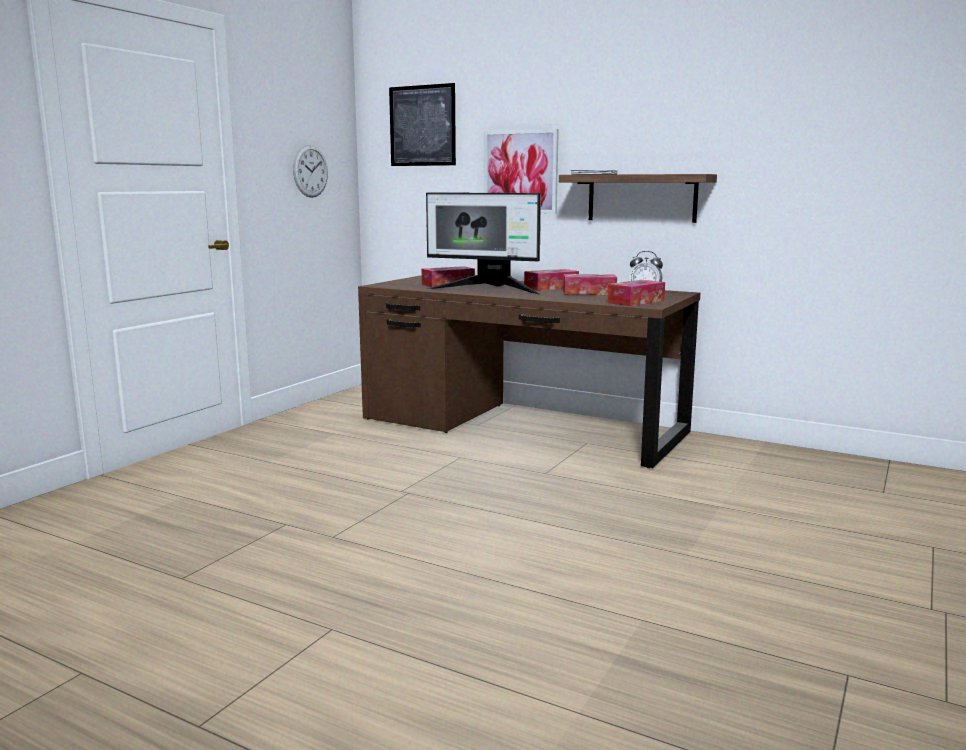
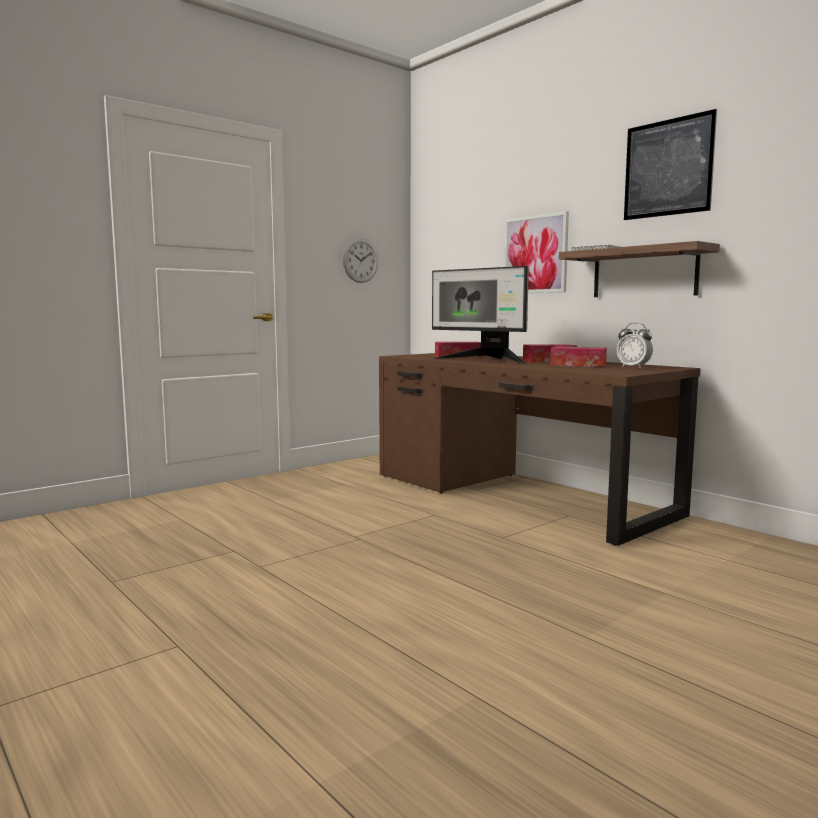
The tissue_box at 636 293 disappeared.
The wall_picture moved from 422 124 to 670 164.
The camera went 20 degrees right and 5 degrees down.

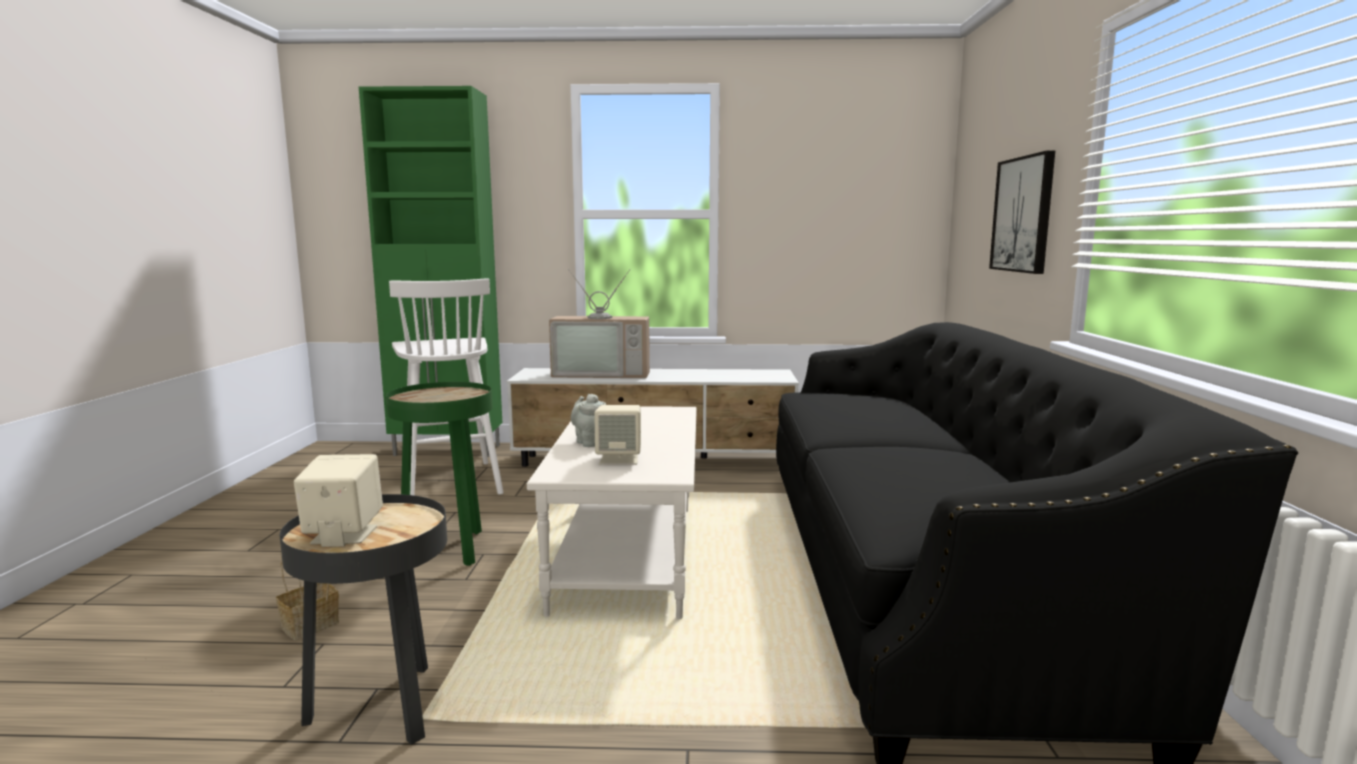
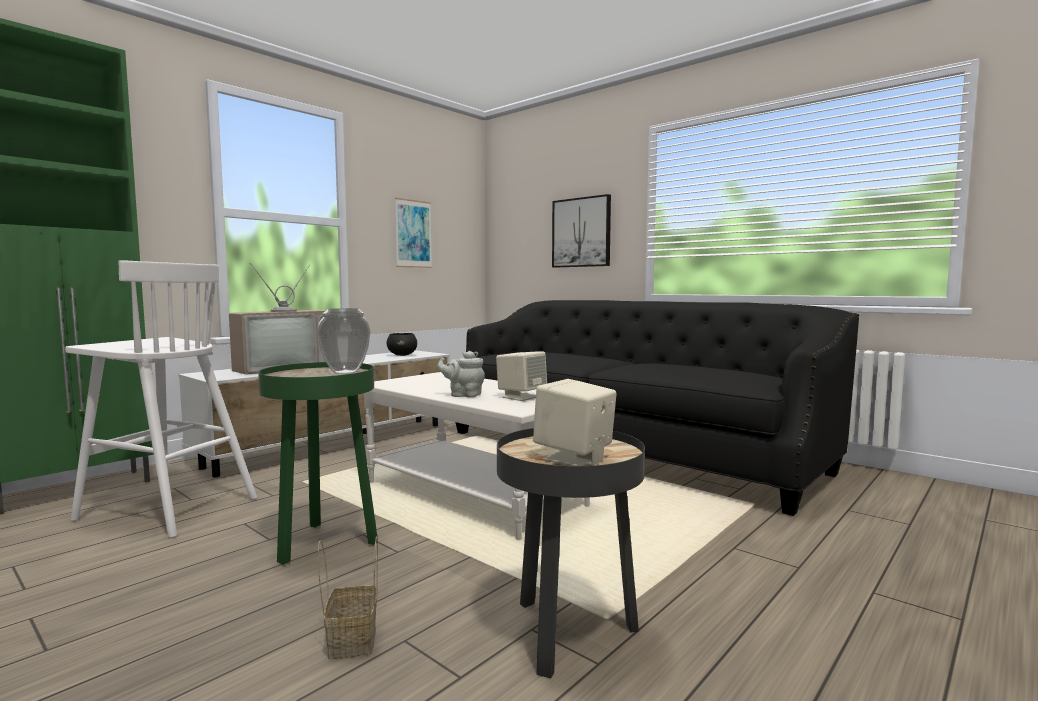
The decorative_vase at 344 341 appeared.
The black-coloured_serving_bowl at 402 344 appeared.
The wall_picture at 413 233 appeared.
The camera went 50 degrees left and 5 degrees down.

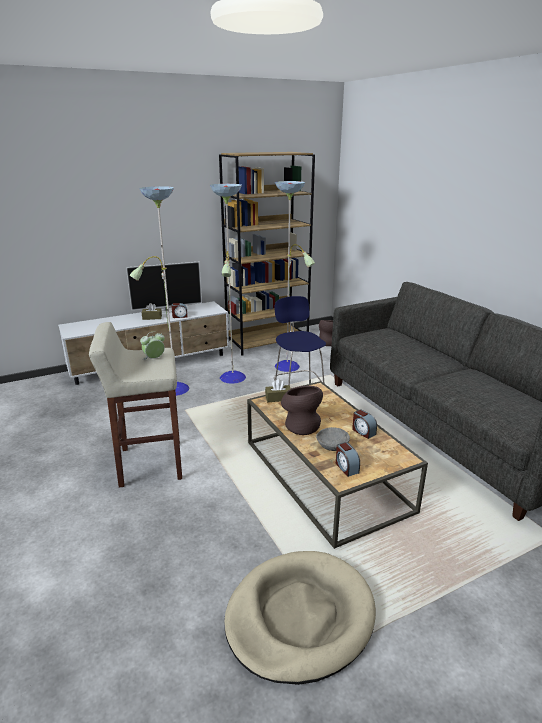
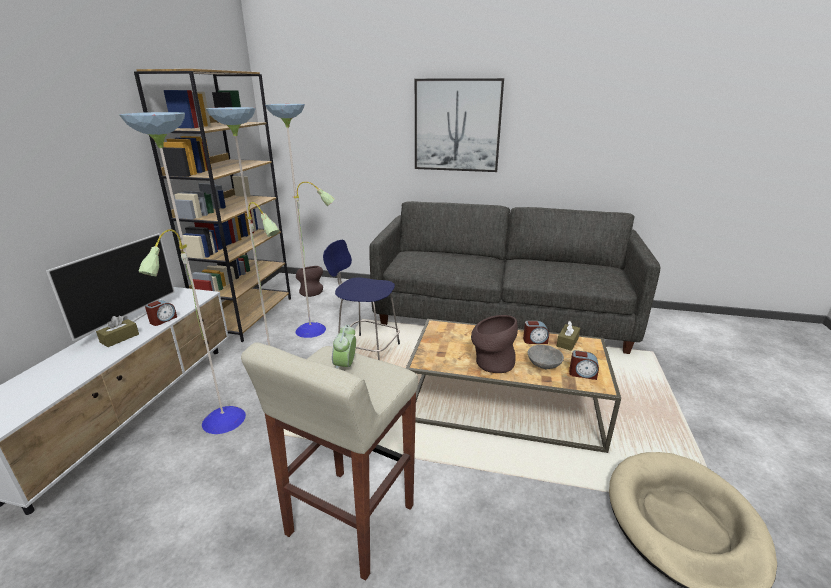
The wall_picture at 459 125 appeared.
The brown_tissue_box moved from 278 390 to 568 336.
The camera went 50 degrees left and 0 degrees up.

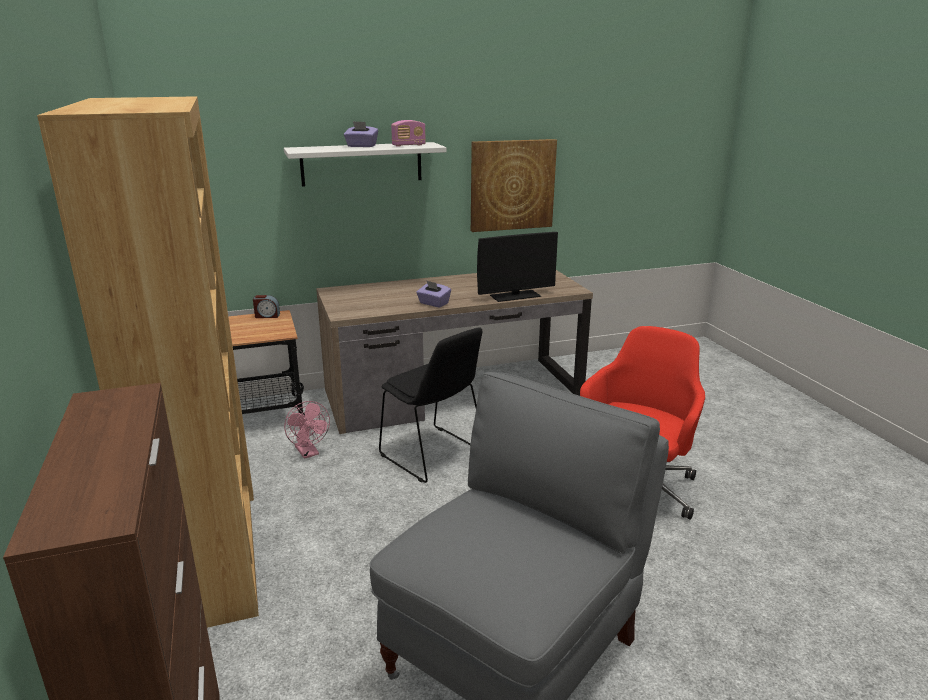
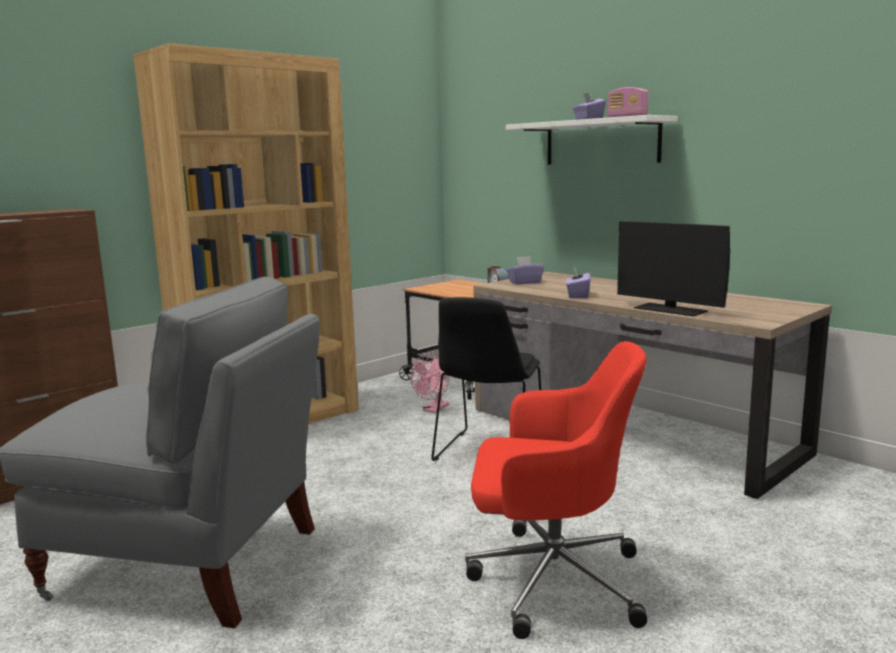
The wall_picture at 514 185 disappeared.
The purple_tissue_box at 525 270 appeared.
The camera went 65 degrees right and 10 degrees down.

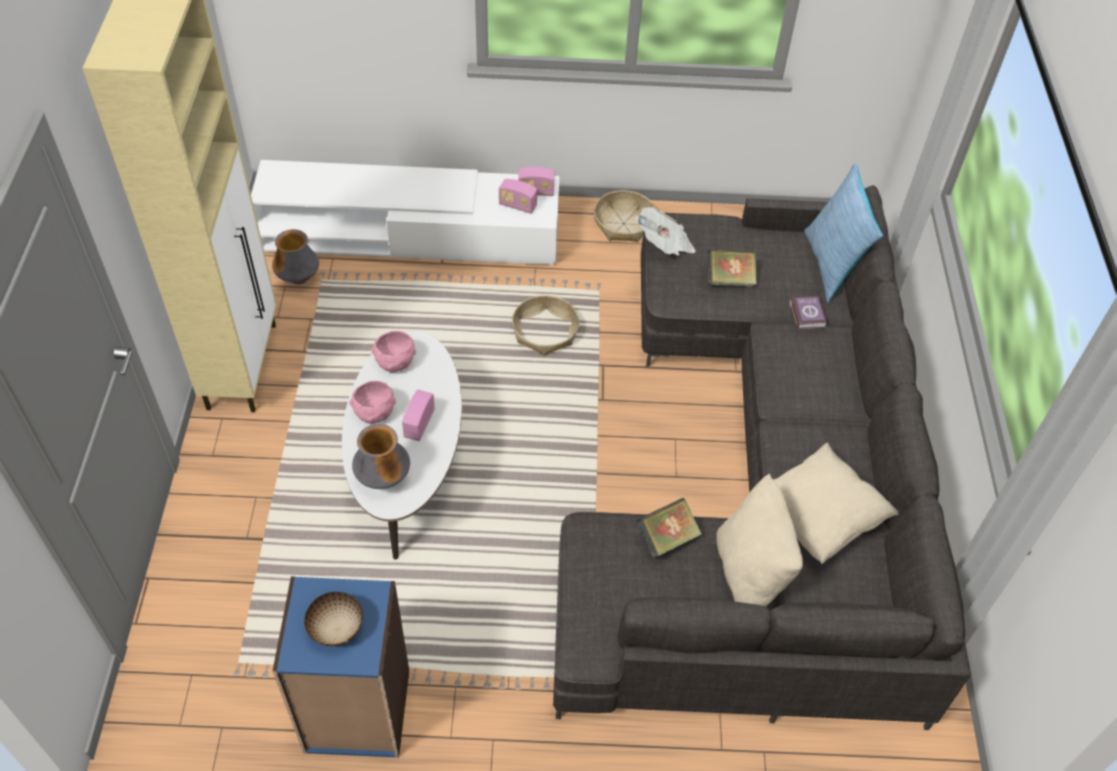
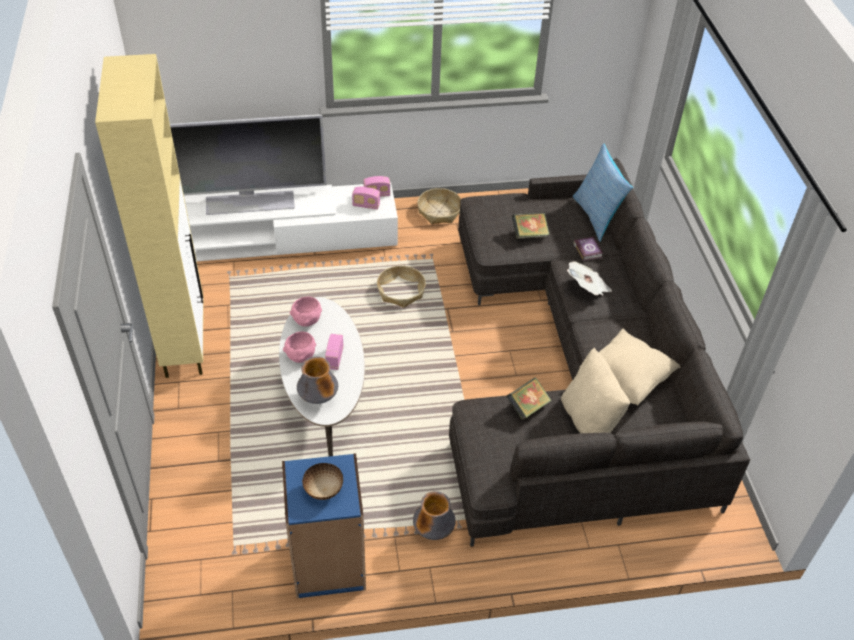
The TV at 248 164 appeared.
The decorative_vase moved from 295 256 to 434 515.
The daily_paper moved from 665 231 to 589 278.
The camera went 10 degrees left and 5 degrees down.

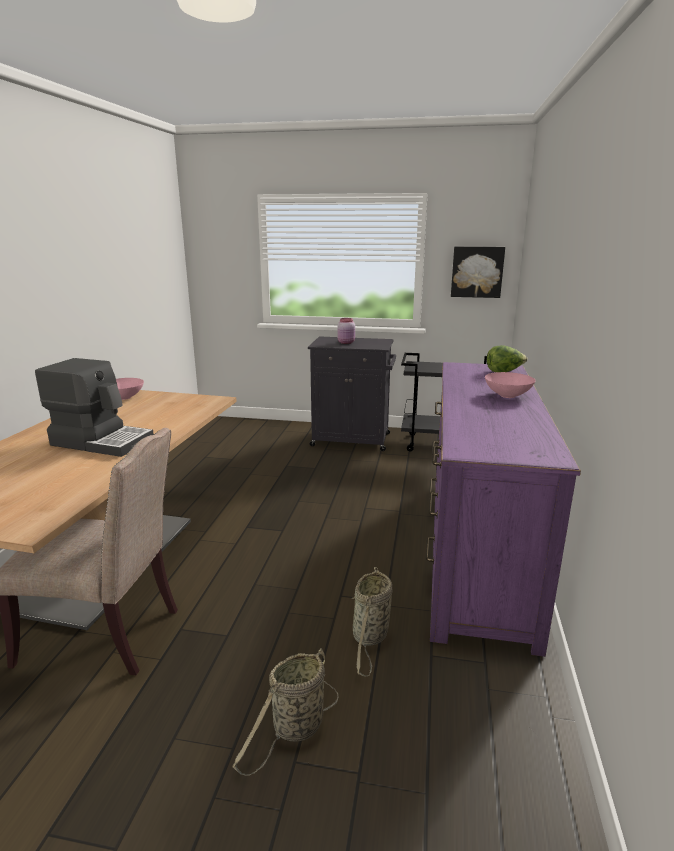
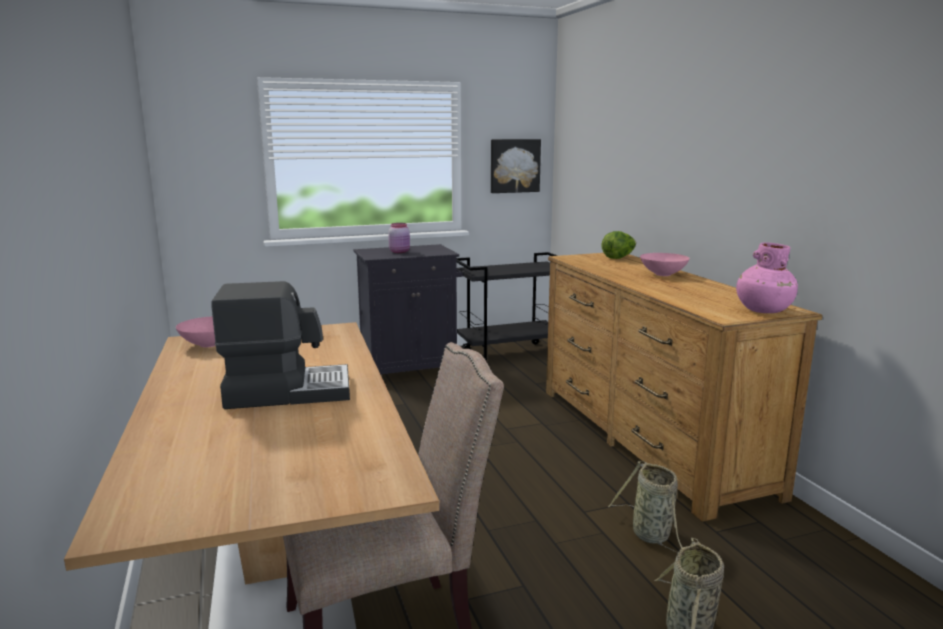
The pink-coloured_decorative_vase at 767 277 appeared.
The purple_dresser at 503 509 became the brown_dresser at 684 387.
The camera went 30 degrees left and 5 degrees down.

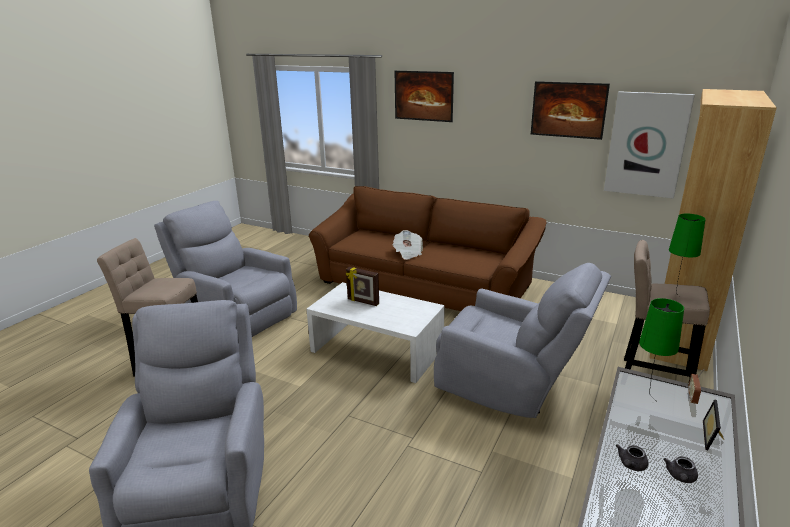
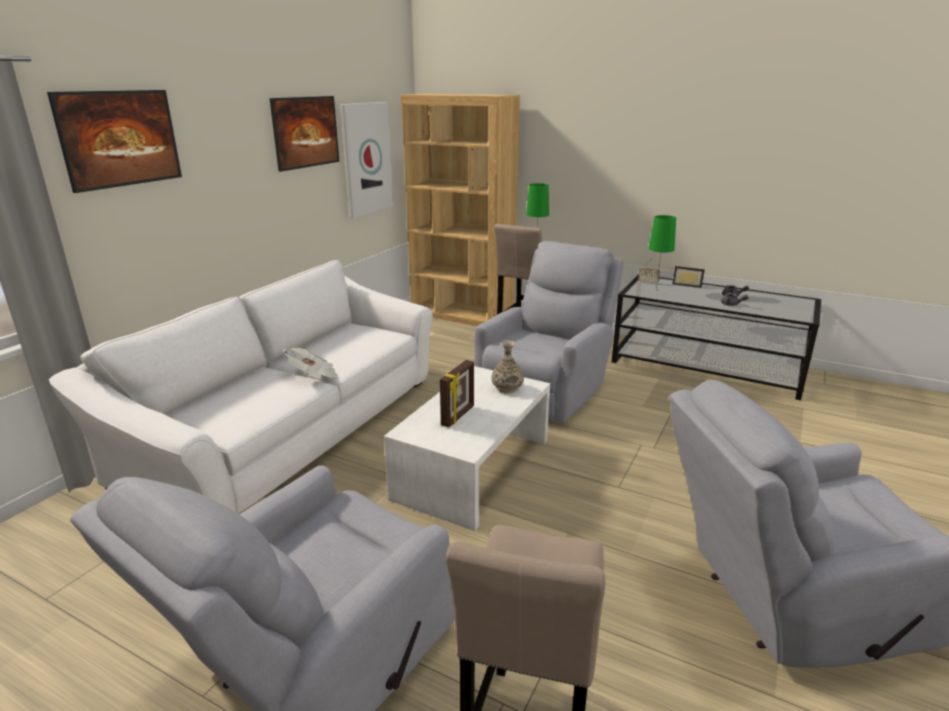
The decorative_vase at 508 366 appeared.
The brown_settee at 427 248 became the white_settee at 241 386.
The camera went 90 degrees left and 0 degrees up.

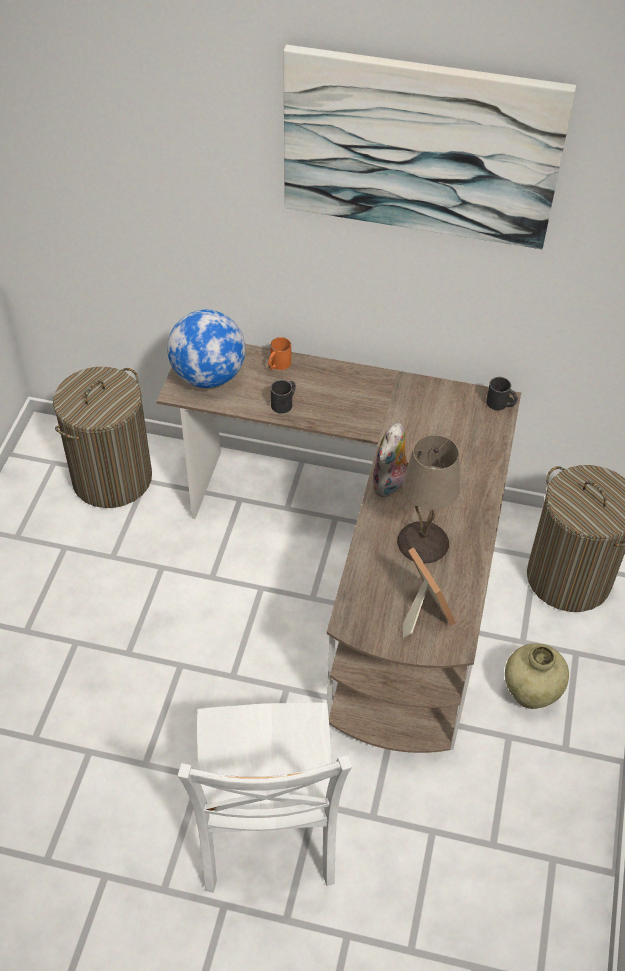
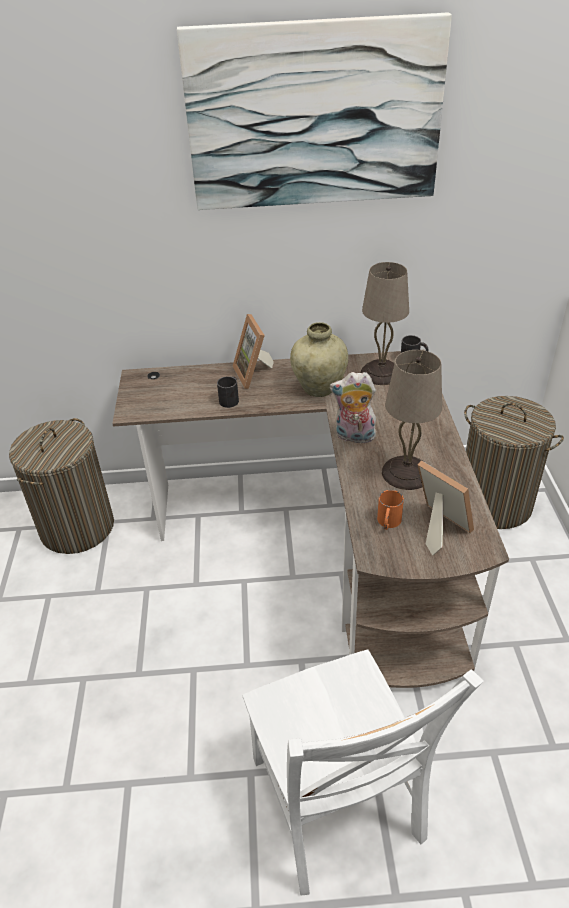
The globe at 206 349 disappeared.
The standing_frame at 253 351 appeared.
The beige-coloured_table_lamp at 385 323 appeared.
The orange_coffee_mug moved from 279 353 to 390 510.
The beige-coloured_decorative_vase moved from 537 676 to 319 359.
The cuddly_toy at 390 460 turned 90 degrees clockwise.
The camera went 15 degrees left and 10 degrees down.

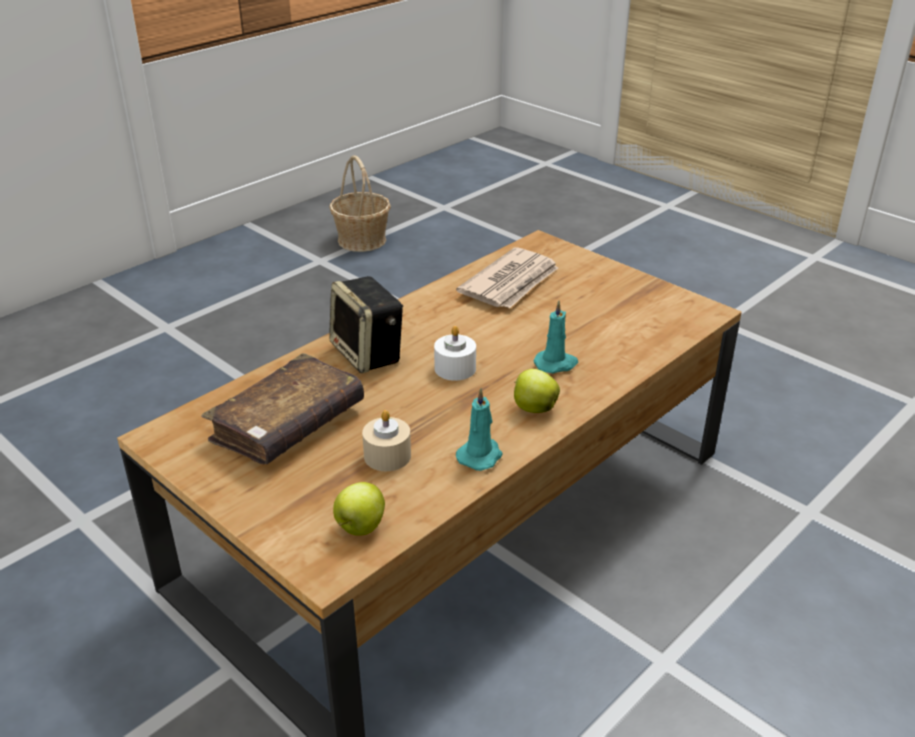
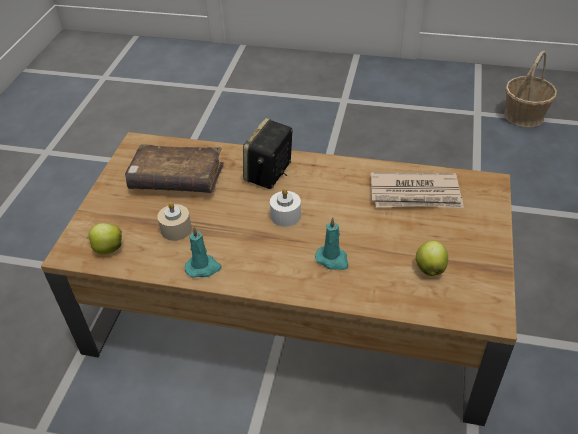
The whole_apple moved from 537 391 to 432 258.
The camera went 60 degrees right and 10 degrees up.

